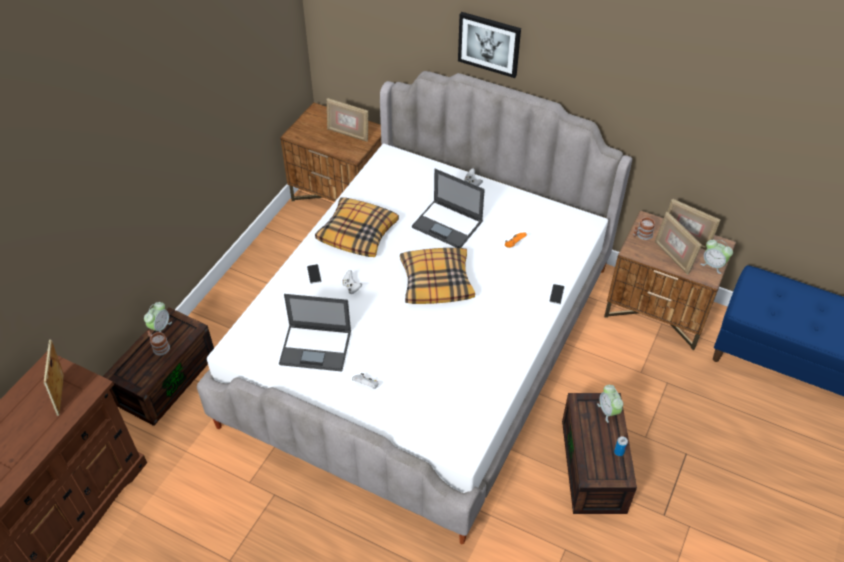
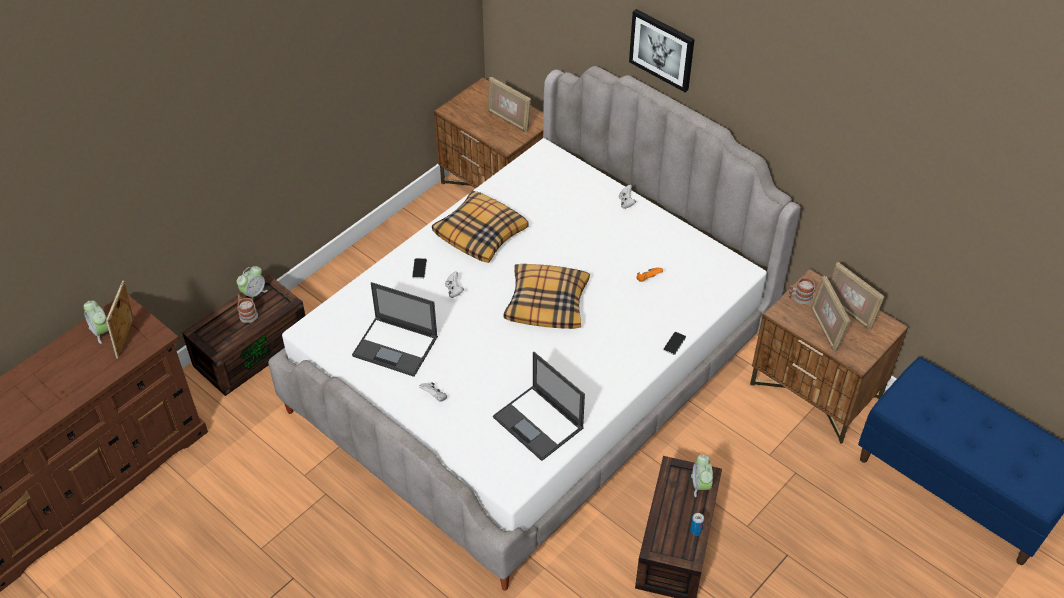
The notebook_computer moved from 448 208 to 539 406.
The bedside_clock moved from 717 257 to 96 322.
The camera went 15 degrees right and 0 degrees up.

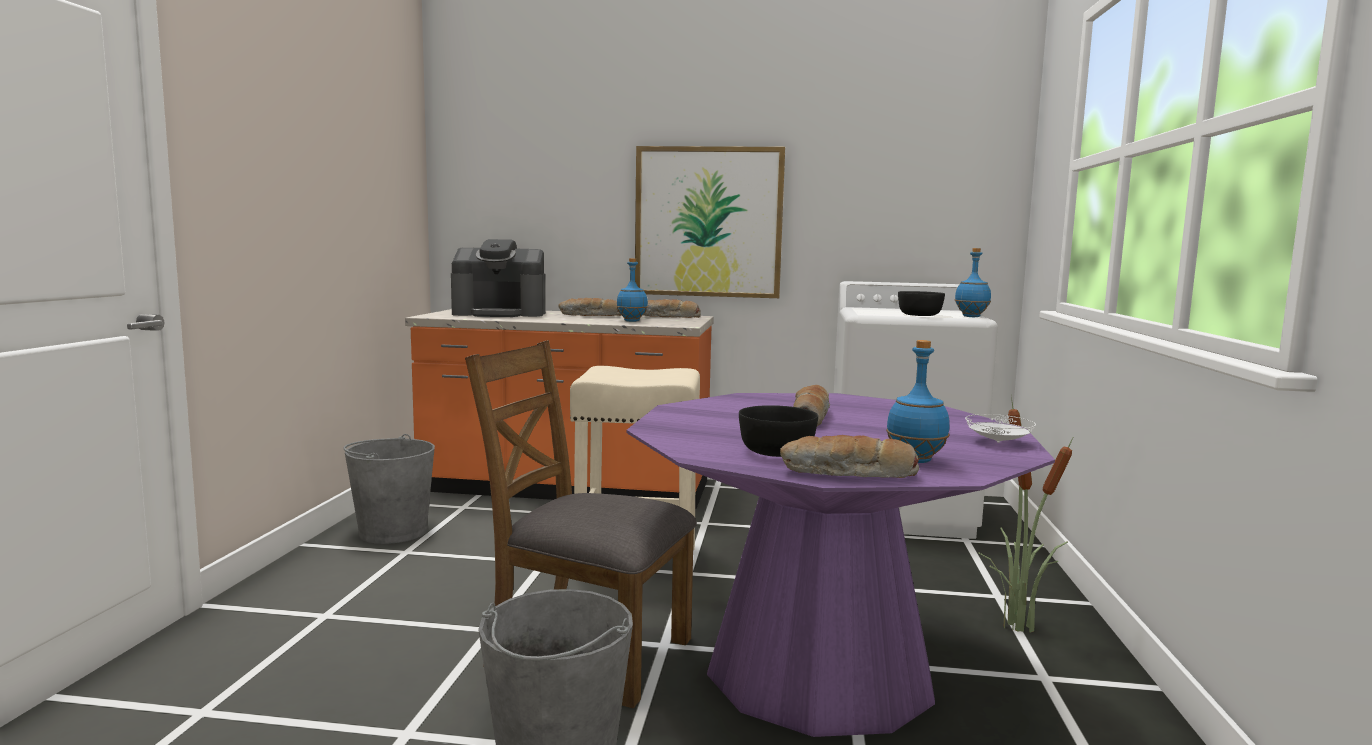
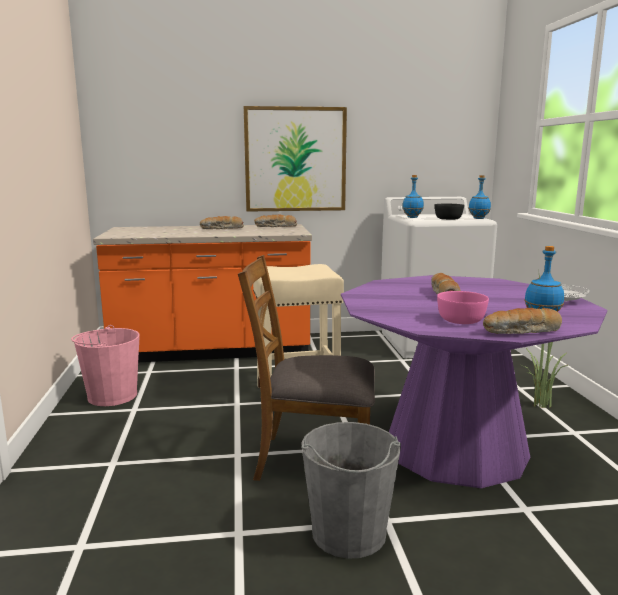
The coffee_maker at 498 278 disappeared.
The blue_bottle moved from 632 290 to 413 196.
The grey_bucket at 389 489 became the pink-coloured_bucket at 105 365.
The black-coloured_serving_bowl at 778 431 became the pink-coloured_serving_bowl at 463 307.
The camera went 15 degrees left and 5 degrees up.

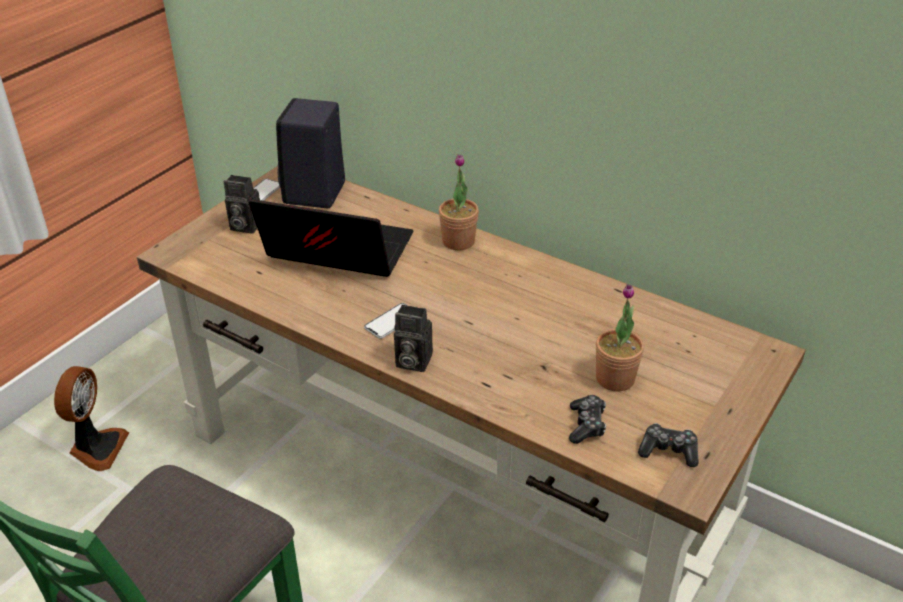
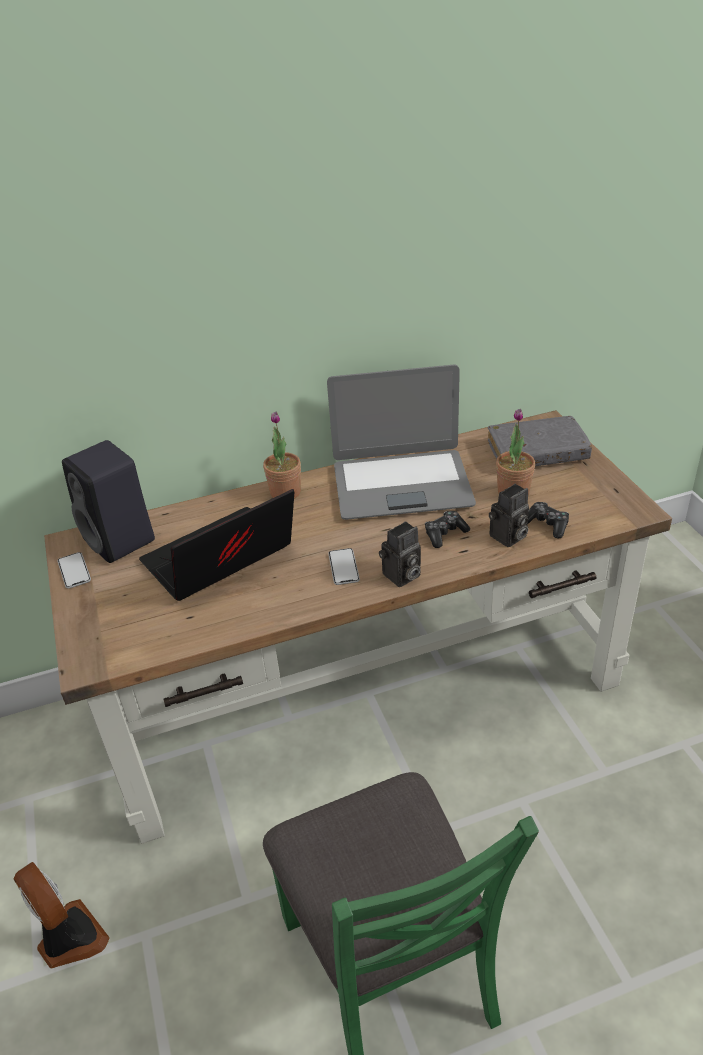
The notebook_computer at 401 442 appeared.
The grey_volume at 540 441 appeared.
The photo_camera moved from 242 204 to 509 515.
The gamepad moved from 668 445 to 447 529.
The camera went 50 degrees left and 0 degrees up.

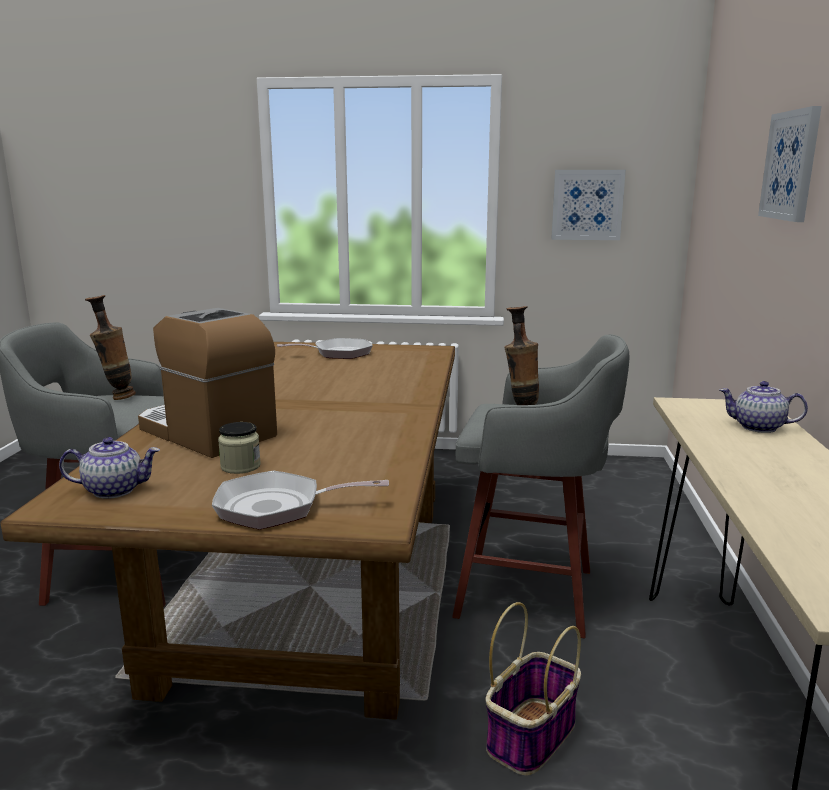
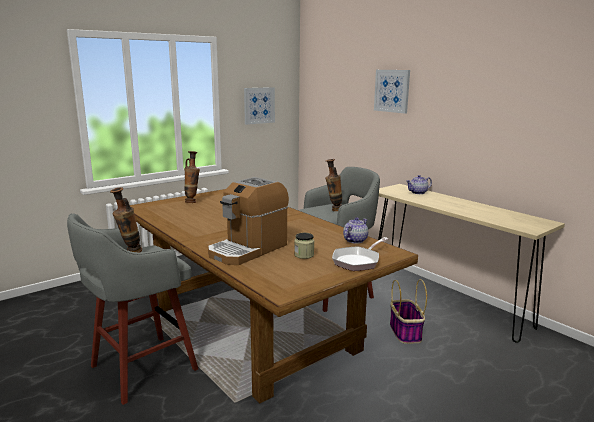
The tea_pot moved from 109 468 to 355 230.
The pan at 325 348 was replaced by the decorative_vase at 192 177.
The coffee_maker at 207 383 turned 45 degrees counterclockwise.
The camera went 45 degrees left and 0 degrees up.

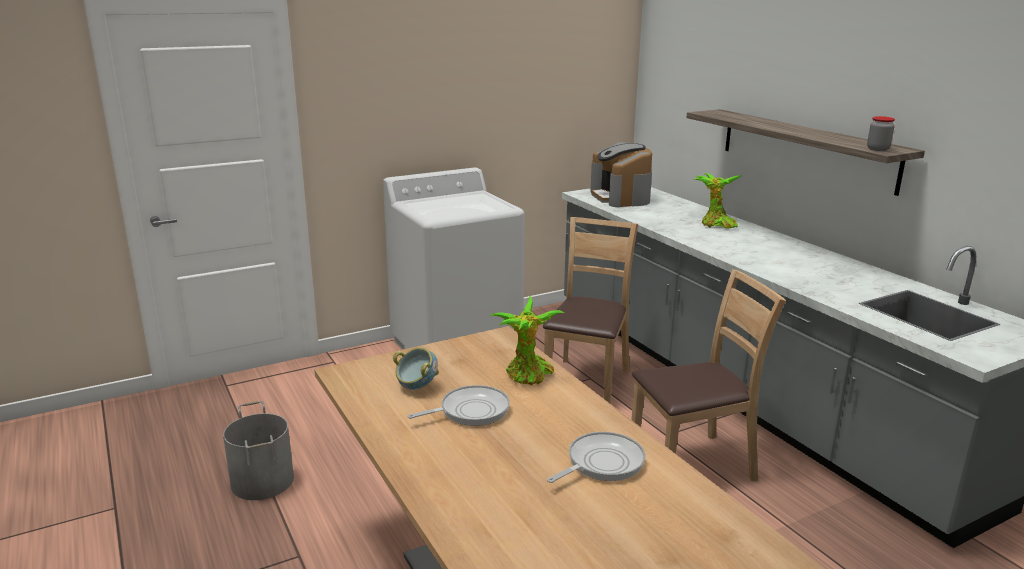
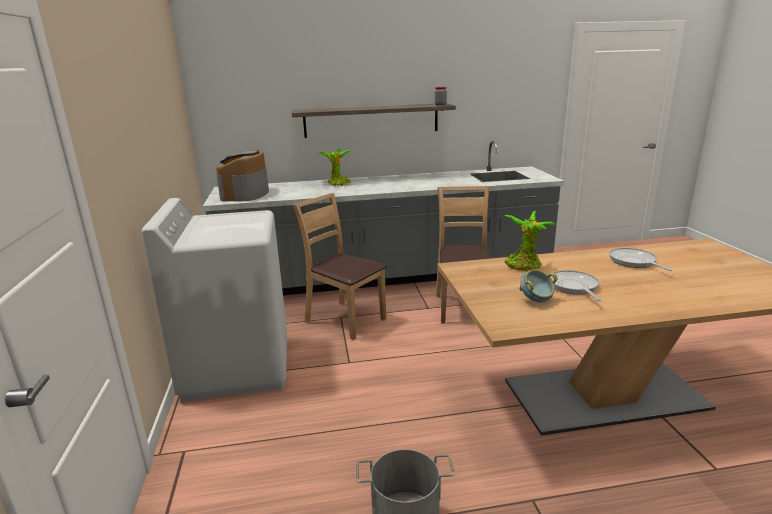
The coffee_maker at 621 174 turned 90 degrees clockwise.
The camera went 70 degrees left and 0 degrees up.

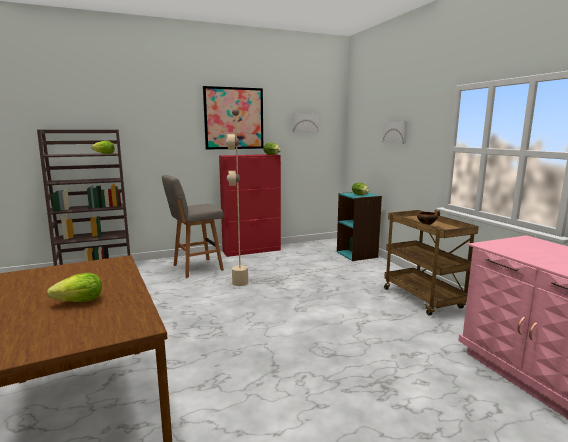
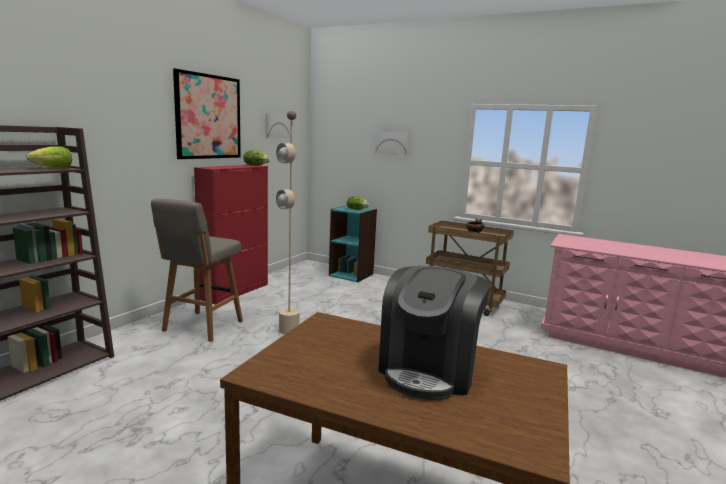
The lettuce at 74 287 was replaced by the coffee_maker at 434 333.
The camera went 40 degrees left and 0 degrees up.

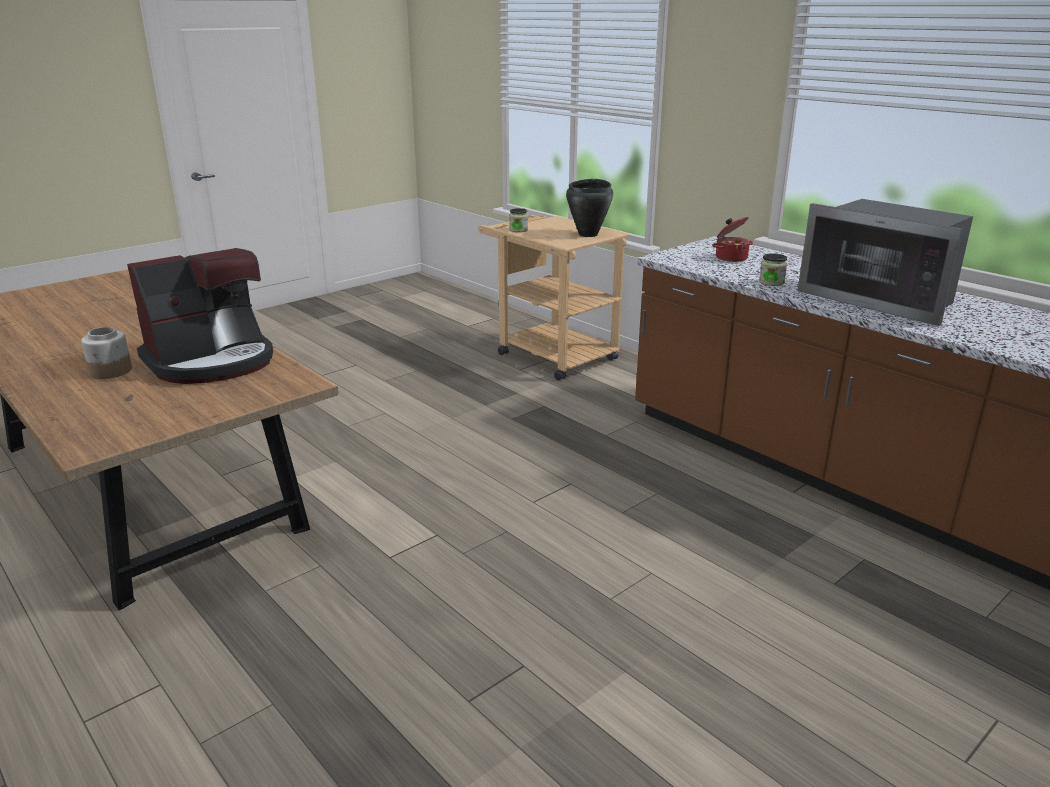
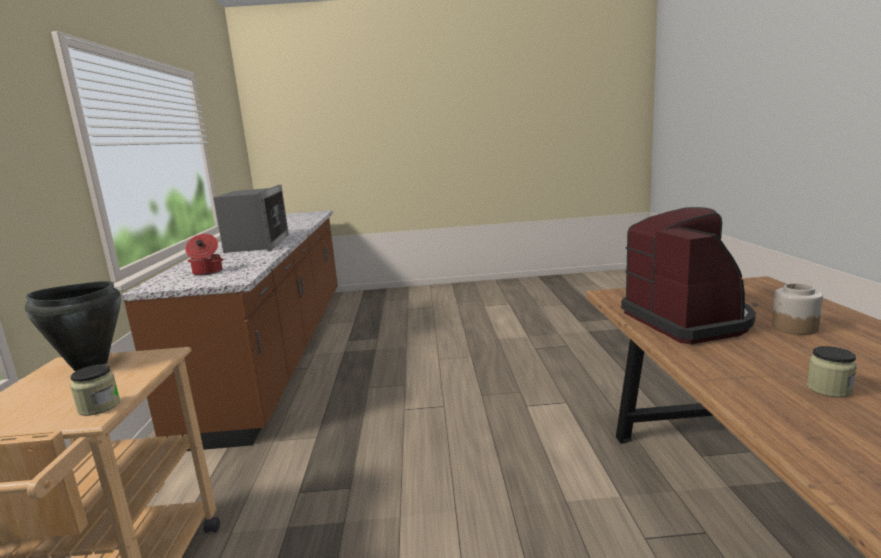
The storage_jar moved from 773 269 to 832 372.
The coffee_maker at 200 316 turned 75 degrees clockwise.
The camera went 140 degrees left and 10 degrees down.

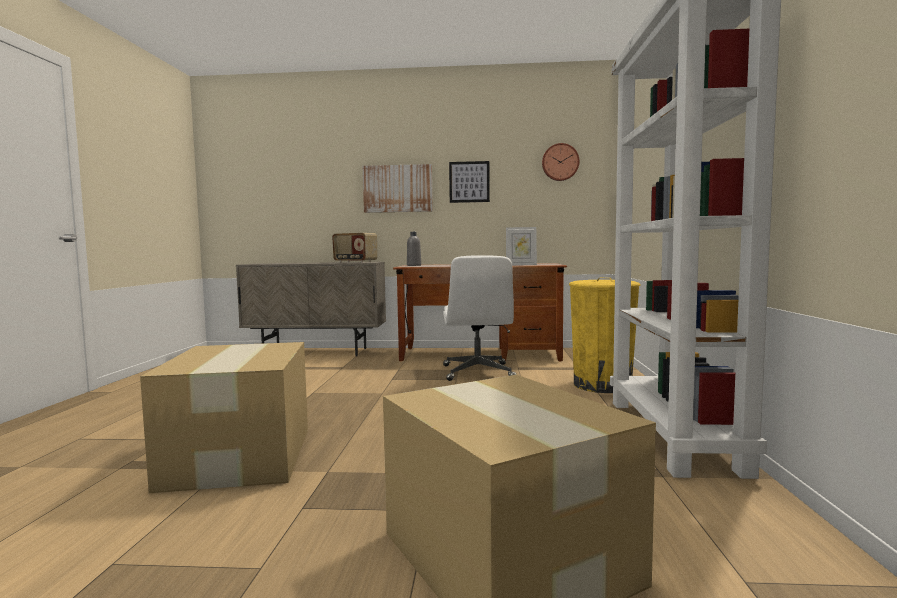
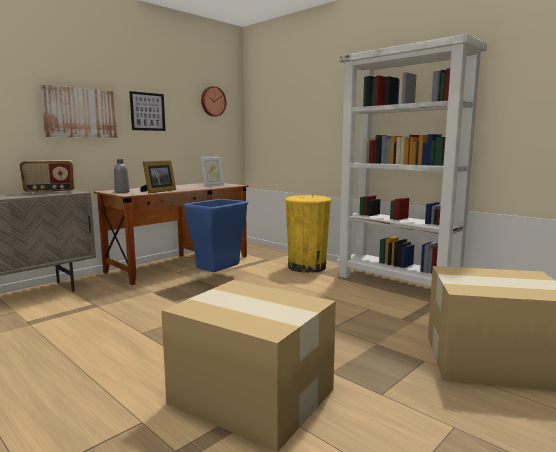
The standing_frame at 158 176 appeared.
The white_office_chair at 479 318 was replaced by the blue_waste_bin at 215 235.
The camera went 50 degrees left and 5 degrees up.

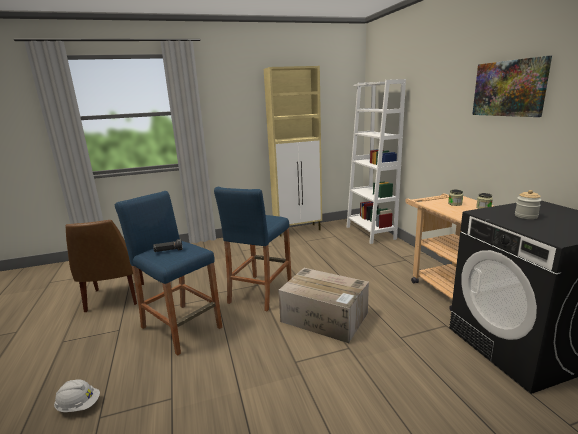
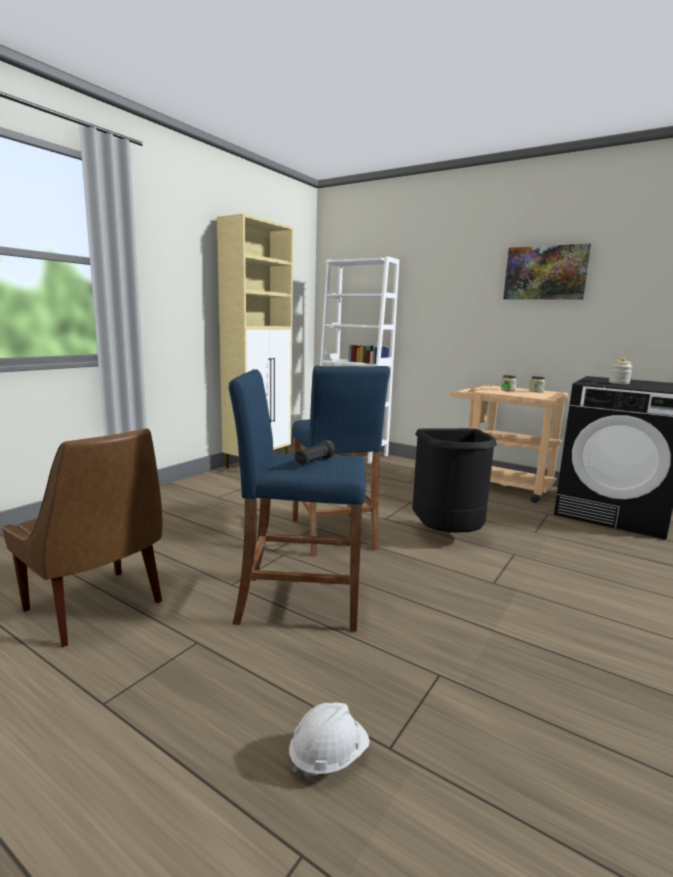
The carton at 323 305 was replaced by the black-coloured_waste_bin at 454 480.
The camera went 40 degrees left and 5 degrees down.

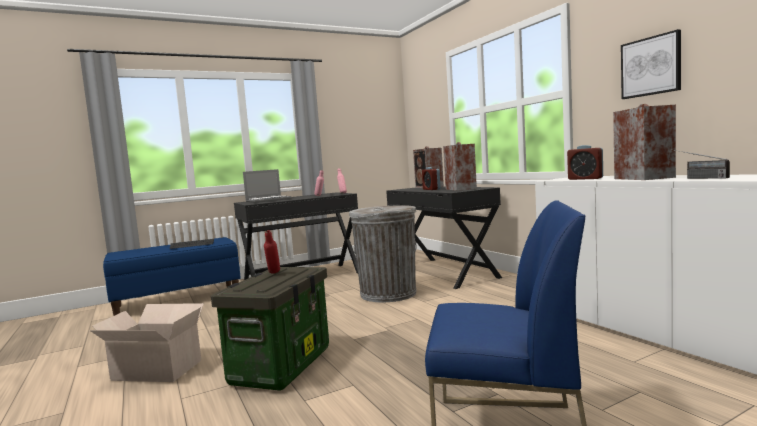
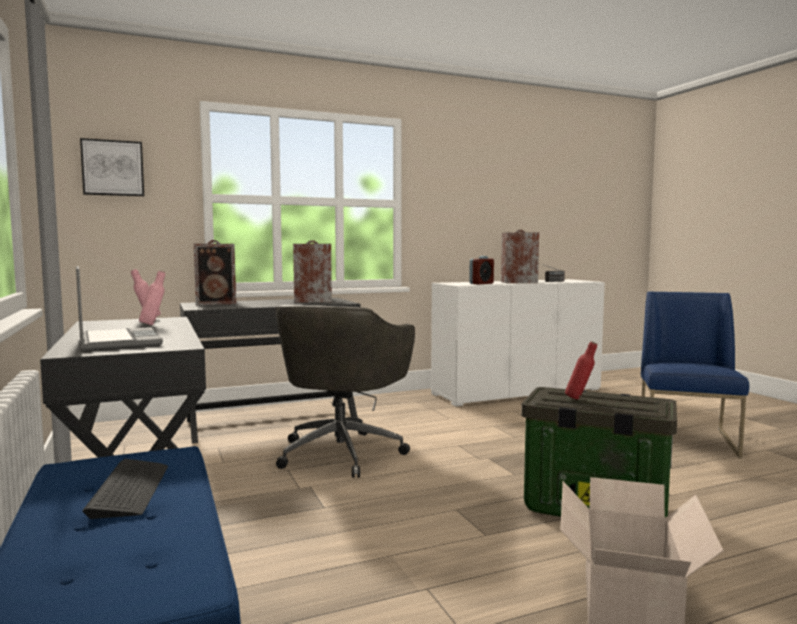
The bedside_clock at 431 178 disappeared.
The wall_picture moved from 651 64 to 112 167.
The grey_waste_bin at 383 253 was replaced by the grey_office_chair at 345 391.
The camera went 85 degrees left and 0 degrees up.

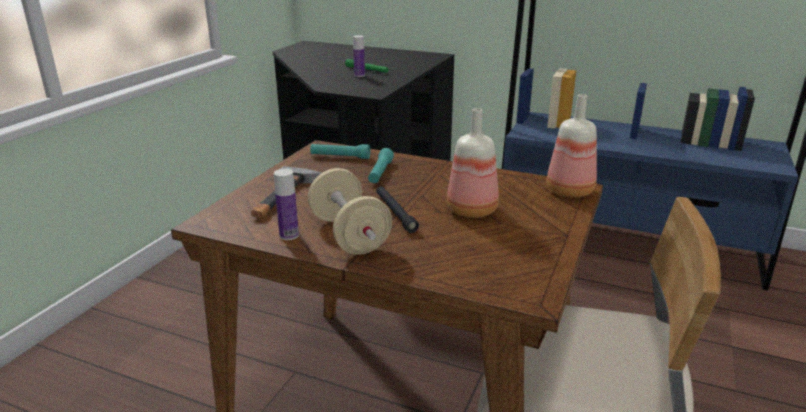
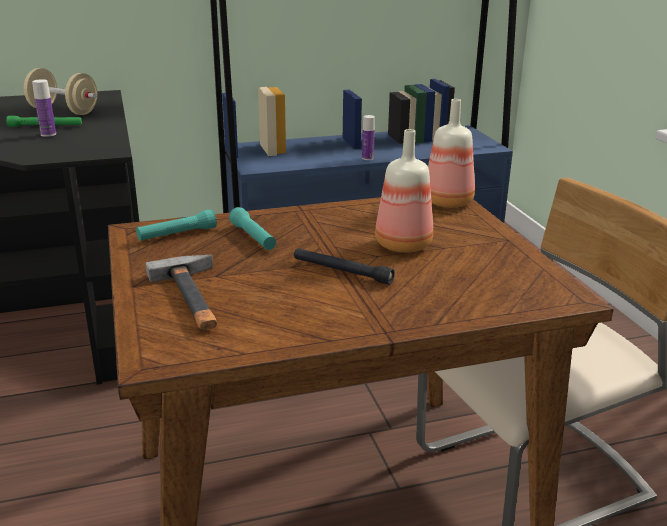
The bottle moved from 286 204 to 368 137.
The beige-coloured_dumbbell moved from 350 211 to 61 91.
The camera went 40 degrees left and 0 degrees up.

